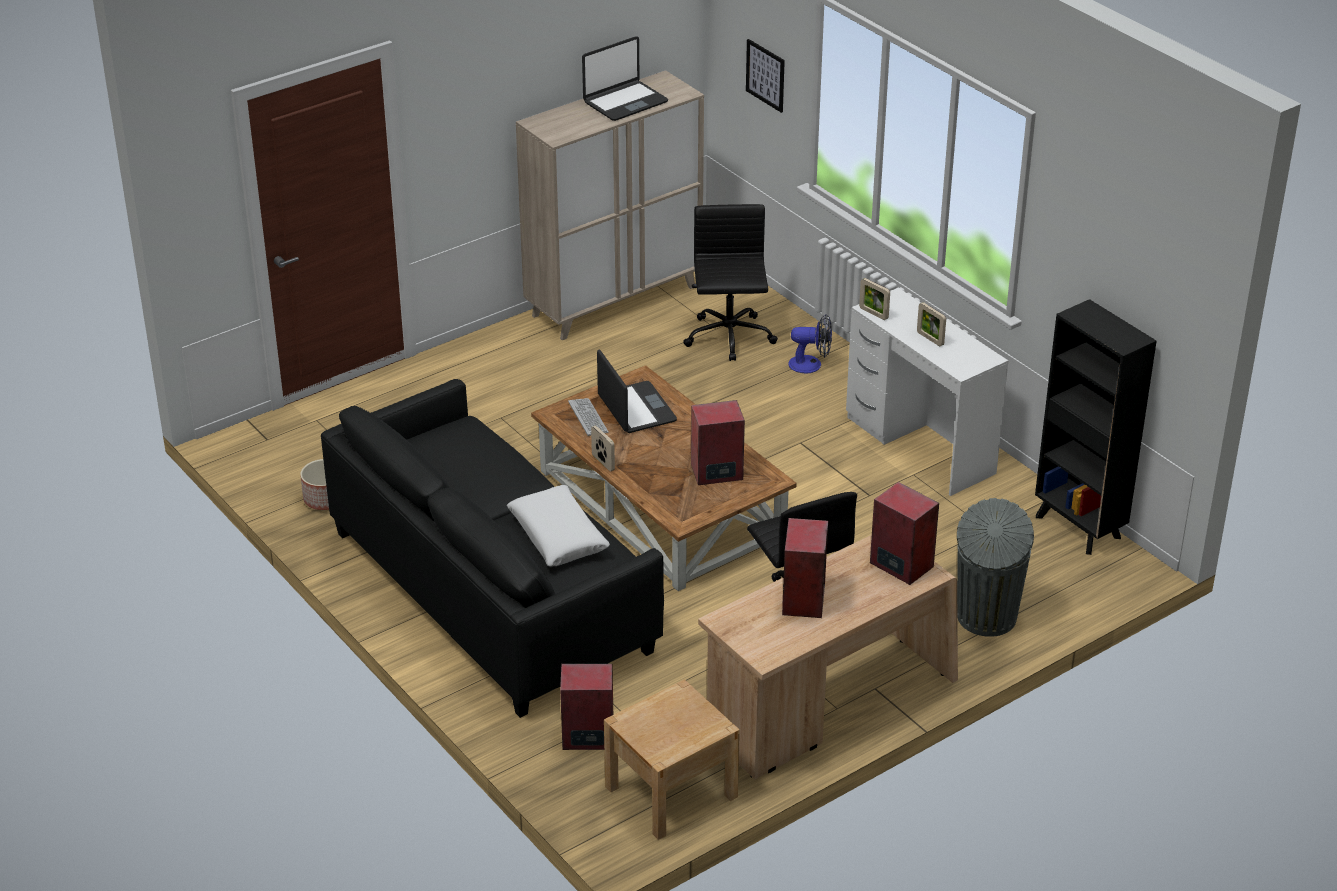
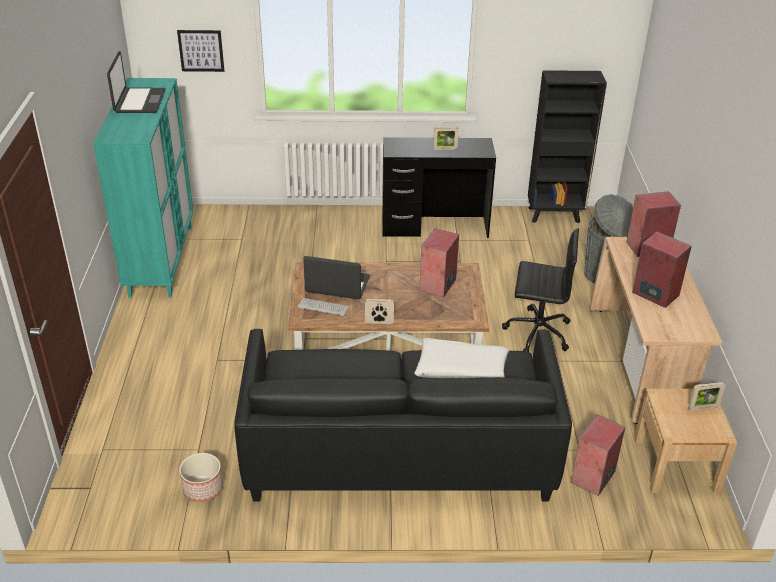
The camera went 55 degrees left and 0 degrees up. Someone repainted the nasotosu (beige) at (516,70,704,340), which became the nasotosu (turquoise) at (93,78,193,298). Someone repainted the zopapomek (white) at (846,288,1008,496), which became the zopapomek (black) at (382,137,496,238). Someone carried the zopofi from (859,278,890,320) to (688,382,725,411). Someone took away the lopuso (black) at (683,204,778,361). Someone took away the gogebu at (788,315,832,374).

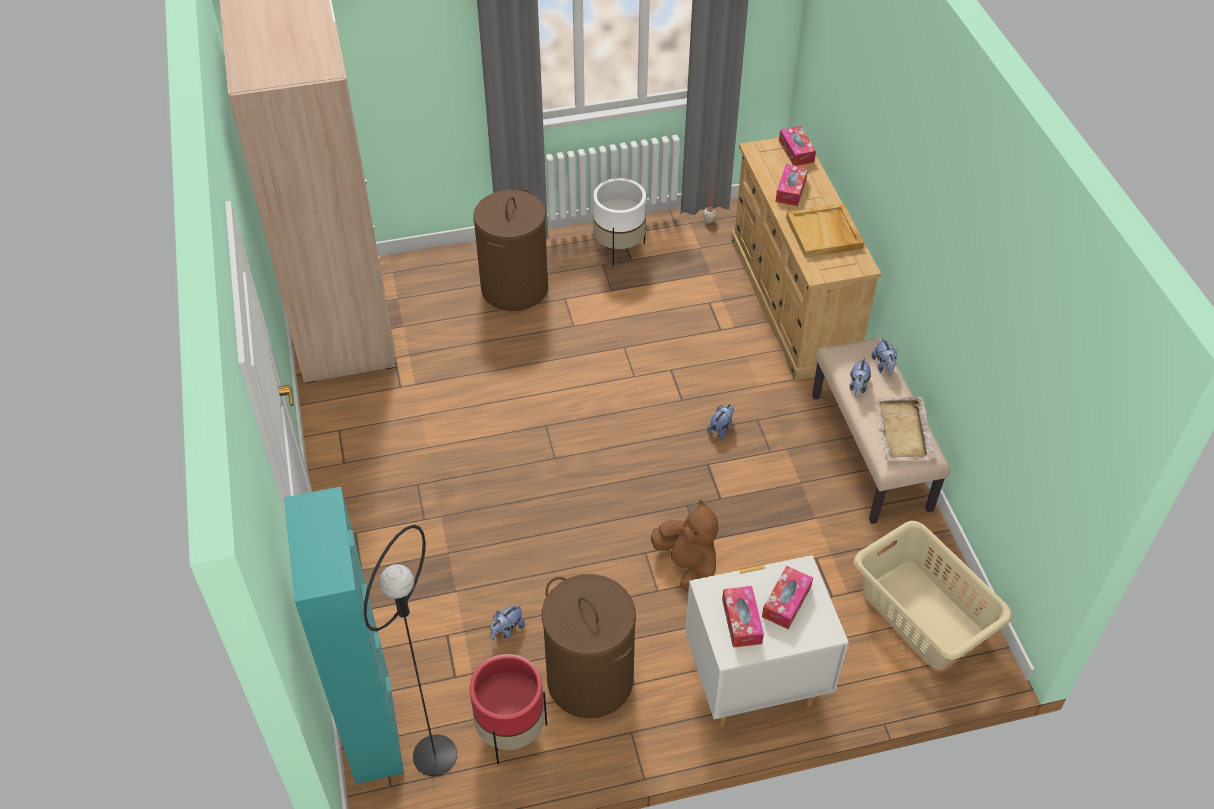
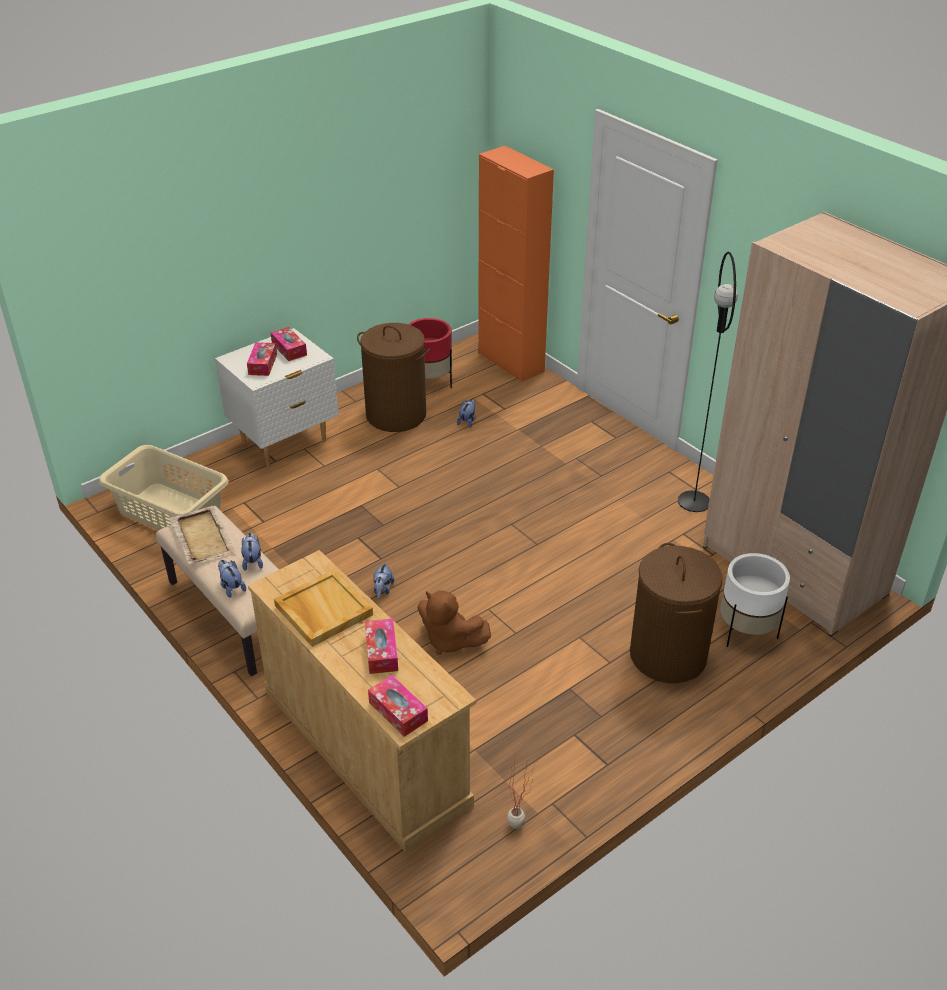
The camera went 155 degrees right and 10 degrees down. Someone carried the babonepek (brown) from (651,500,718,592) to (418,590,491,655). Someone repainted the nasotosu (turquoise) at (284,487,404,784), which became the nasotosu (orange) at (478,146,554,382). Someone carried the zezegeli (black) from (364,525,457,776) to (678,252,738,512). Someone carried the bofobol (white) from (593,178,646,267) to (720,553,790,647).

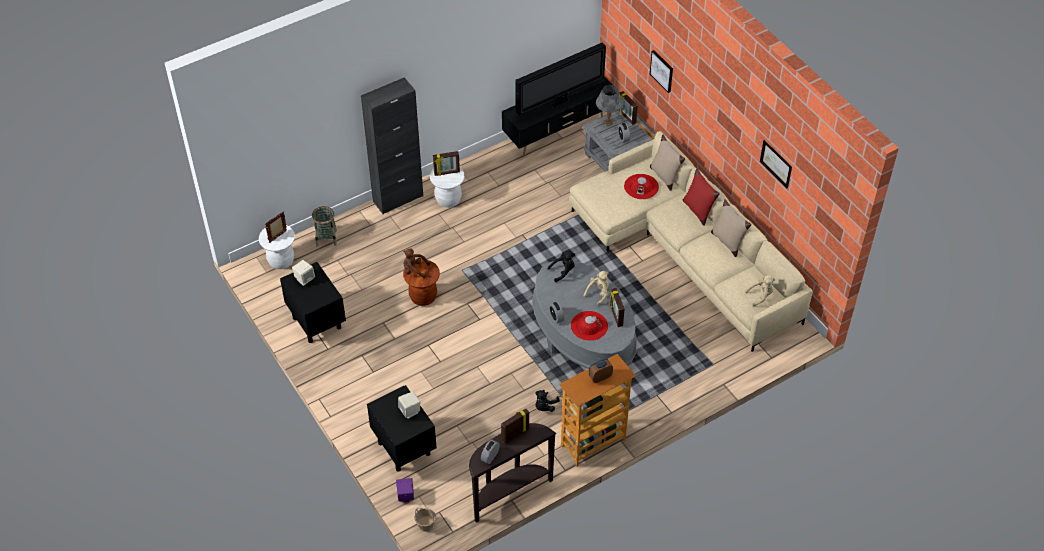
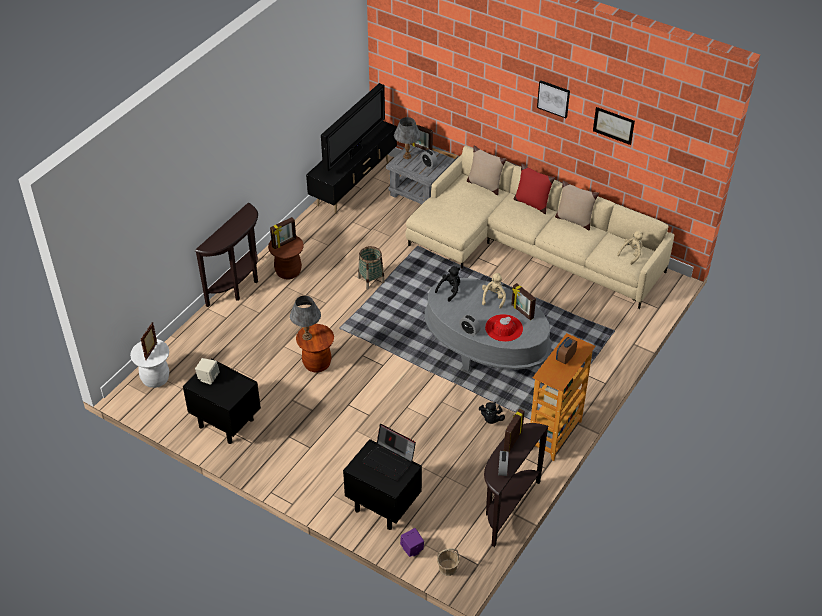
The camera went 25 degrees left and 5 degrees down. Someone swapped the nasotosu (black) at (361,77,423,214) for the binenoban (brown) at (195,203,258,307). Someone repainted the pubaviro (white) at (430,168,464,208), which became the pubaviro (brown) at (268,236,304,280). Someone swapped the babonepek (brown) at (404,248,430,278) for the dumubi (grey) at (290,296,321,340). Someone carried the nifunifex from (312,206,337,247) to (358,246,385,290). Someone swapped the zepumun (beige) at (398,392,420,419) for the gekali at (362,424,416,481). Someone carried the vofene from (650,50,673,93) to (537,80,570,118). Someone took away the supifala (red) at (624,174,659,199).

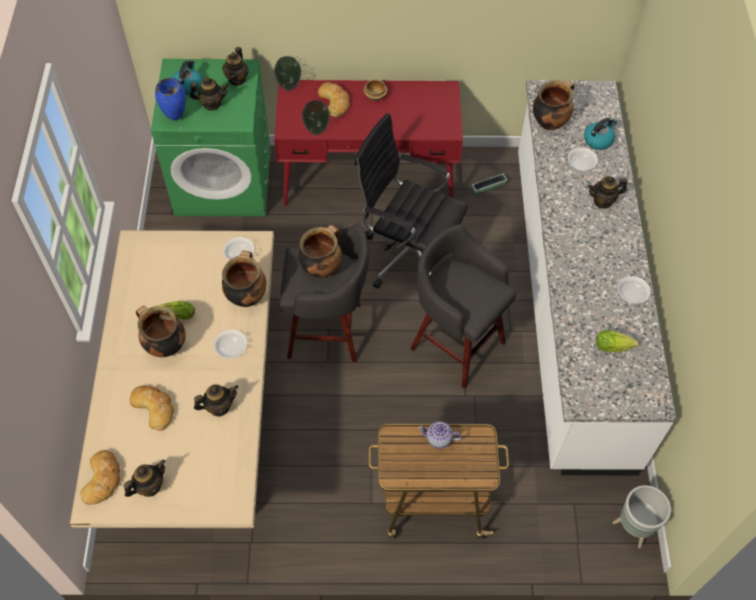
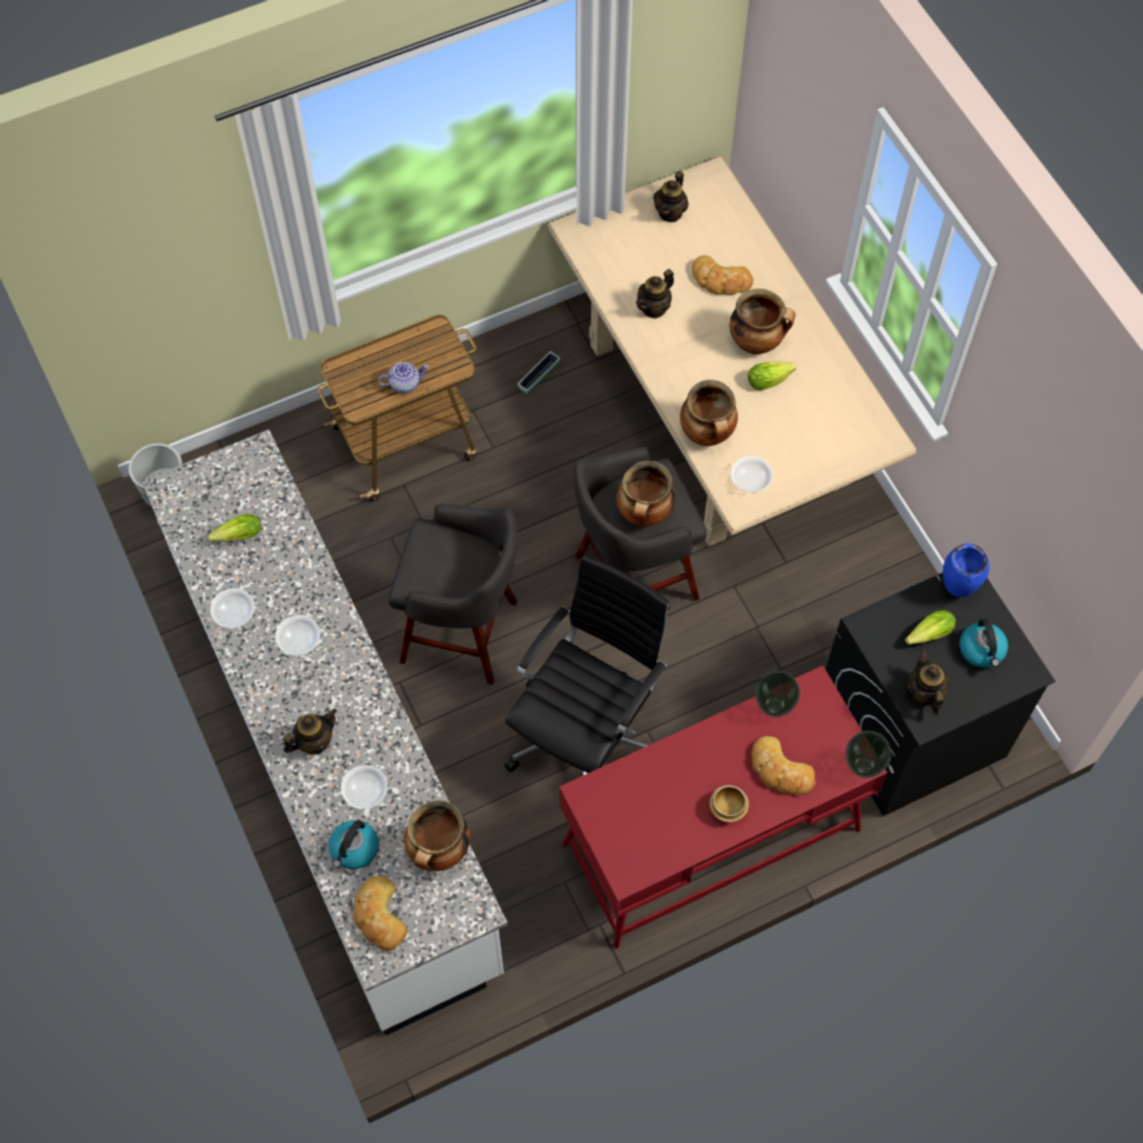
The camera went 155 degrees right and 5 degrees up. Someone carried the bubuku from (214,330,247,358) to (275,615,320,656). Someone carried the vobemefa from (80,450,120,505) to (353,876,407,951). Someone rotated the lopuso (black) at (355,113,468,288) by 60 degrees counterclockwise. Someone carried the bofobol from (472,174,507,195) to (518,351,560,395). Someone repainted the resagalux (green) at (151,59,270,216), which became the resagalux (black) at (825,573,1055,816). Someone swapped the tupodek at (190,77,229,110) for the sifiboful at (905,610,956,645).

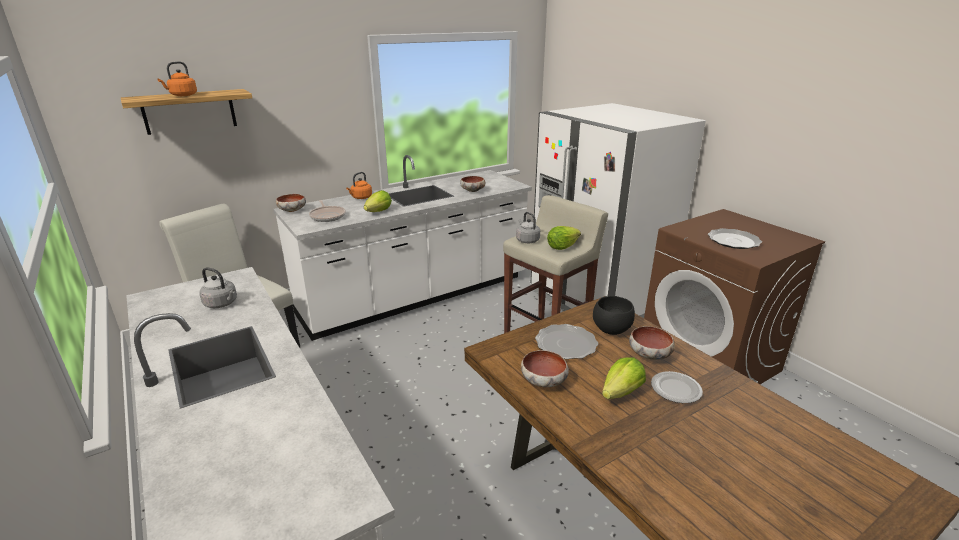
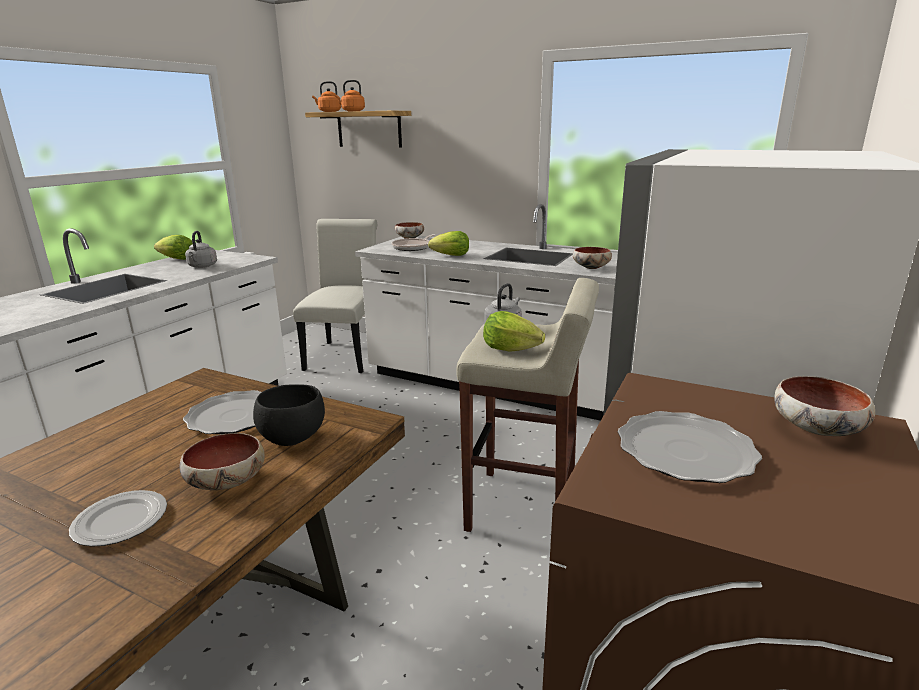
The camera went 60 degrees right and 5 degrees down. Someone carried the sifiboful from (602,357,646,399) to (154,235,193,260). Someone carried the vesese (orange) from (346,172,372,199) to (312,81,341,112). Someone carried the bubuku from (521,350,569,387) to (774,376,875,436).

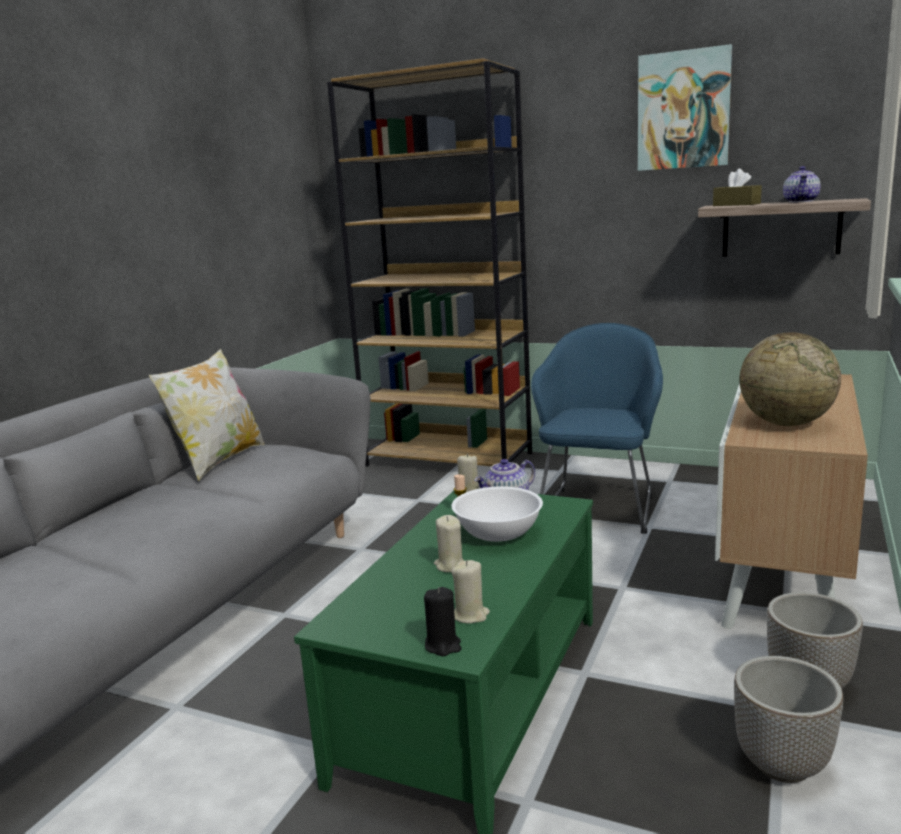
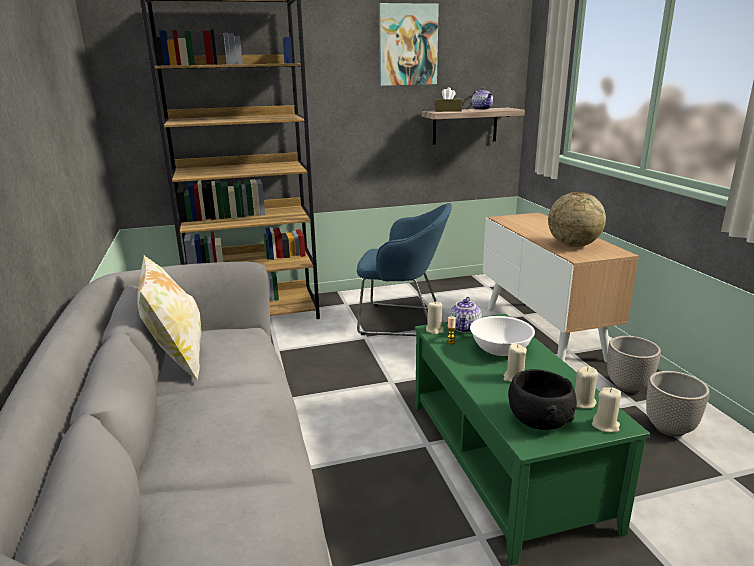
The camera went 40 degrees left and 5 degrees up. Someone rotated the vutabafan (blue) at (531,323,663,534) by 120 degrees clockwise. Someone put down the bubuku (black) at (508,369,577,430). Someone repainted the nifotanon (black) at (424,587,461,656), which became the nifotanon (beige) at (592,387,621,432).

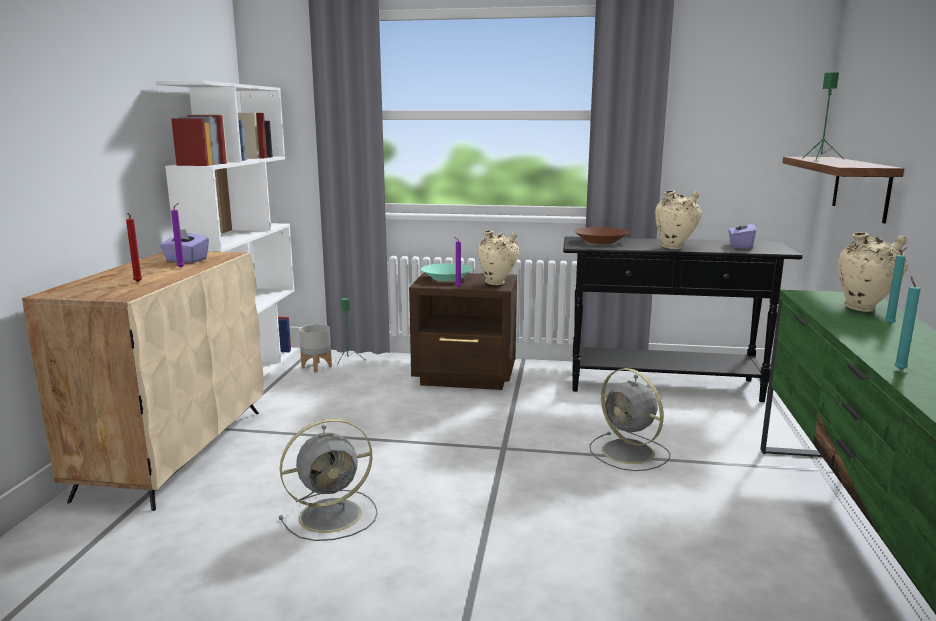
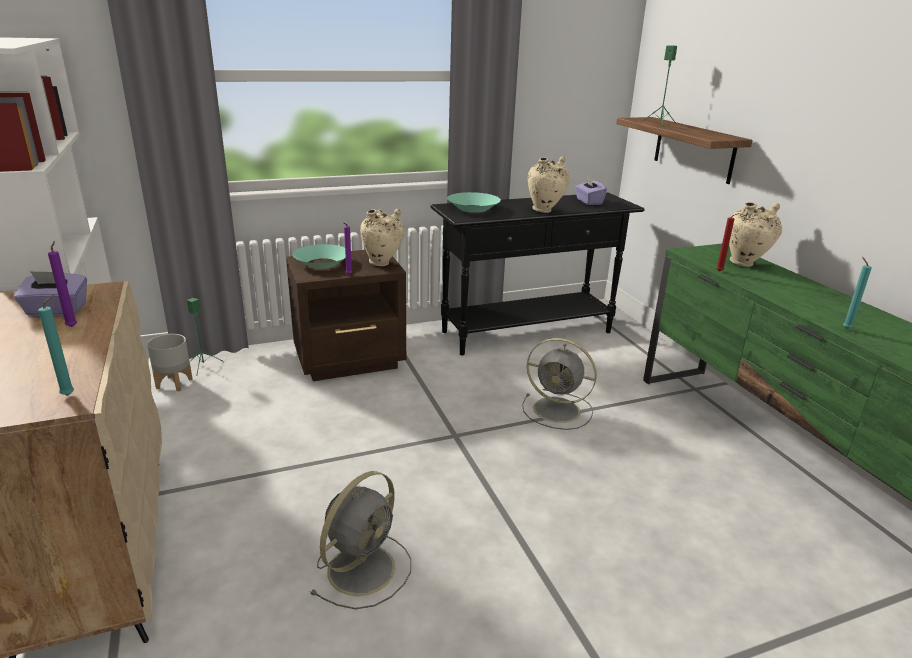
The camera went 30 degrees left and 10 degrees up. Someone carried the nifotanon (turquoise) from (885,247,907,324) to (38,295,74,396). Someone repainted the bubuku (brown) at (574,227,629,244), which became the bubuku (turquoise) at (447,192,501,213). Someone carried the nifotanon (red) from (126,213,142,282) to (716,213,739,271).

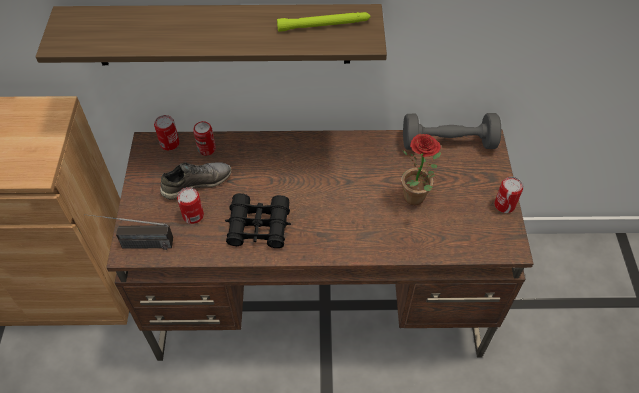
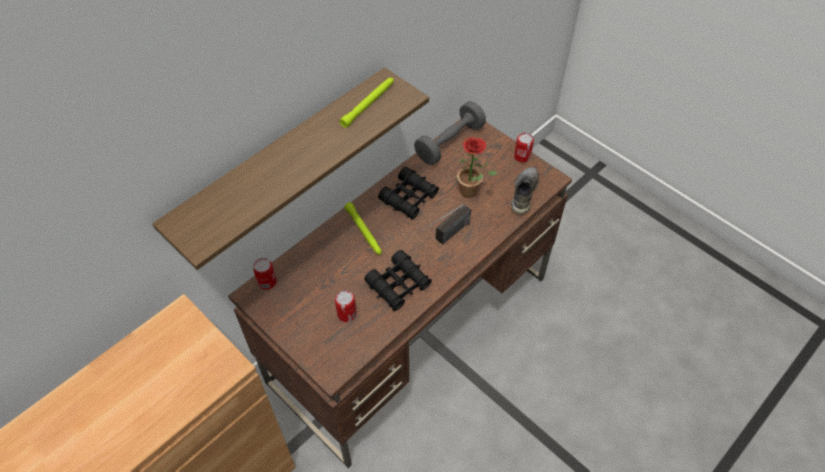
The camera went 45 degrees left and 0 degrees up. Someone put down the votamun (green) at (345,202,382,255). Someone put down the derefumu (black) at (378,167,439,220). Someone carried the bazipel from (84,214,173,250) to (421,204,471,245). Someone carried the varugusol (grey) from (160,162,232,200) to (511,167,539,214). Someone took away the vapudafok at (193,121,216,156).

